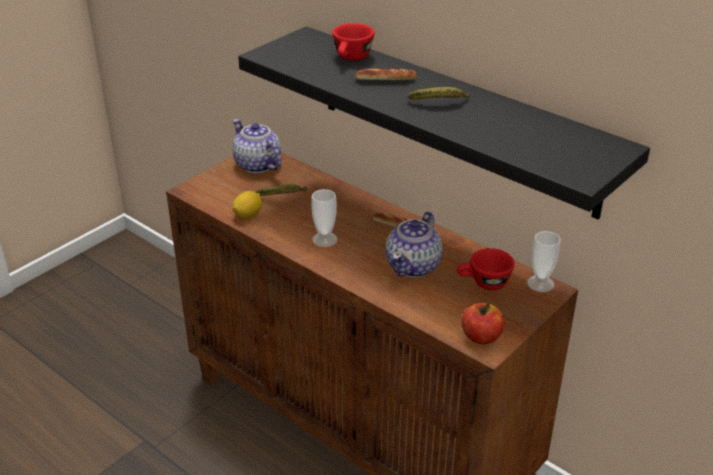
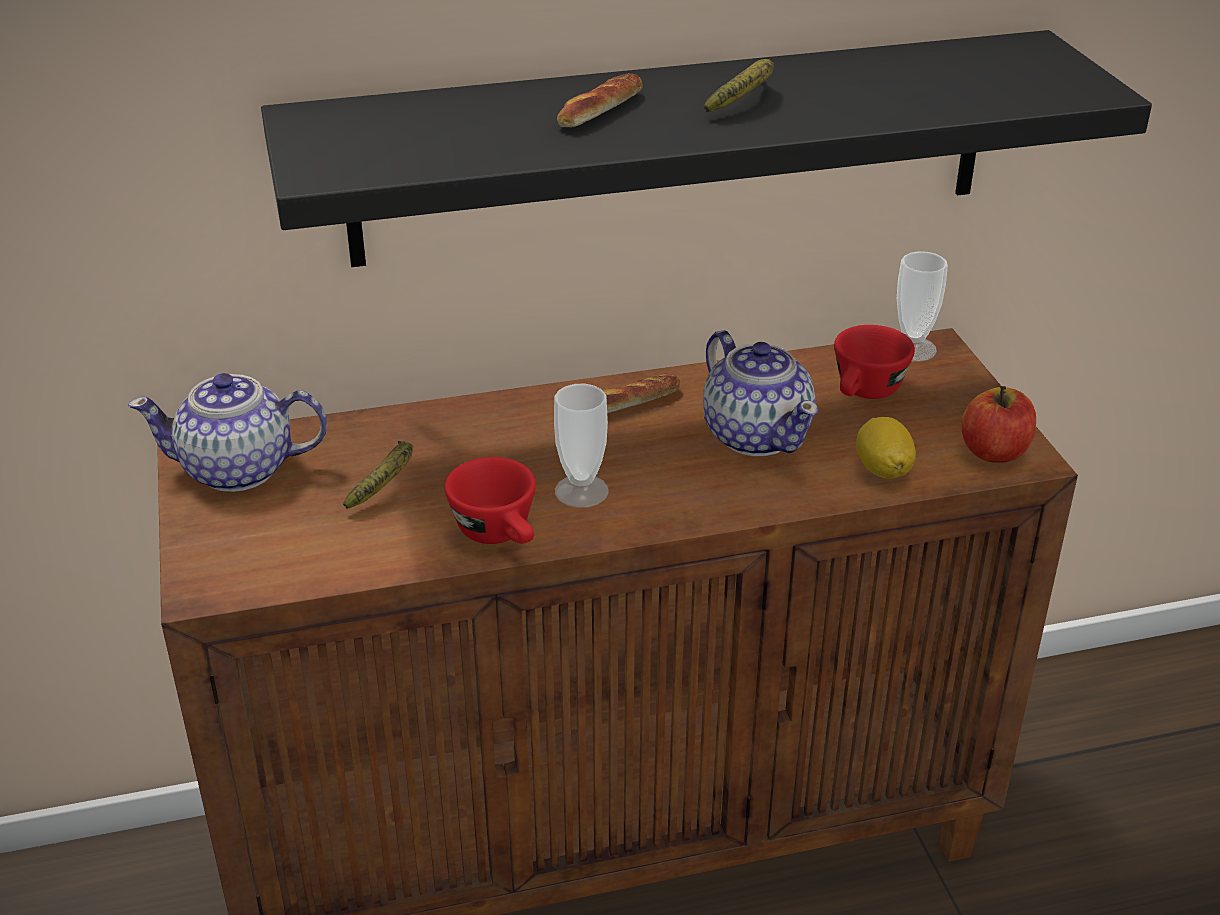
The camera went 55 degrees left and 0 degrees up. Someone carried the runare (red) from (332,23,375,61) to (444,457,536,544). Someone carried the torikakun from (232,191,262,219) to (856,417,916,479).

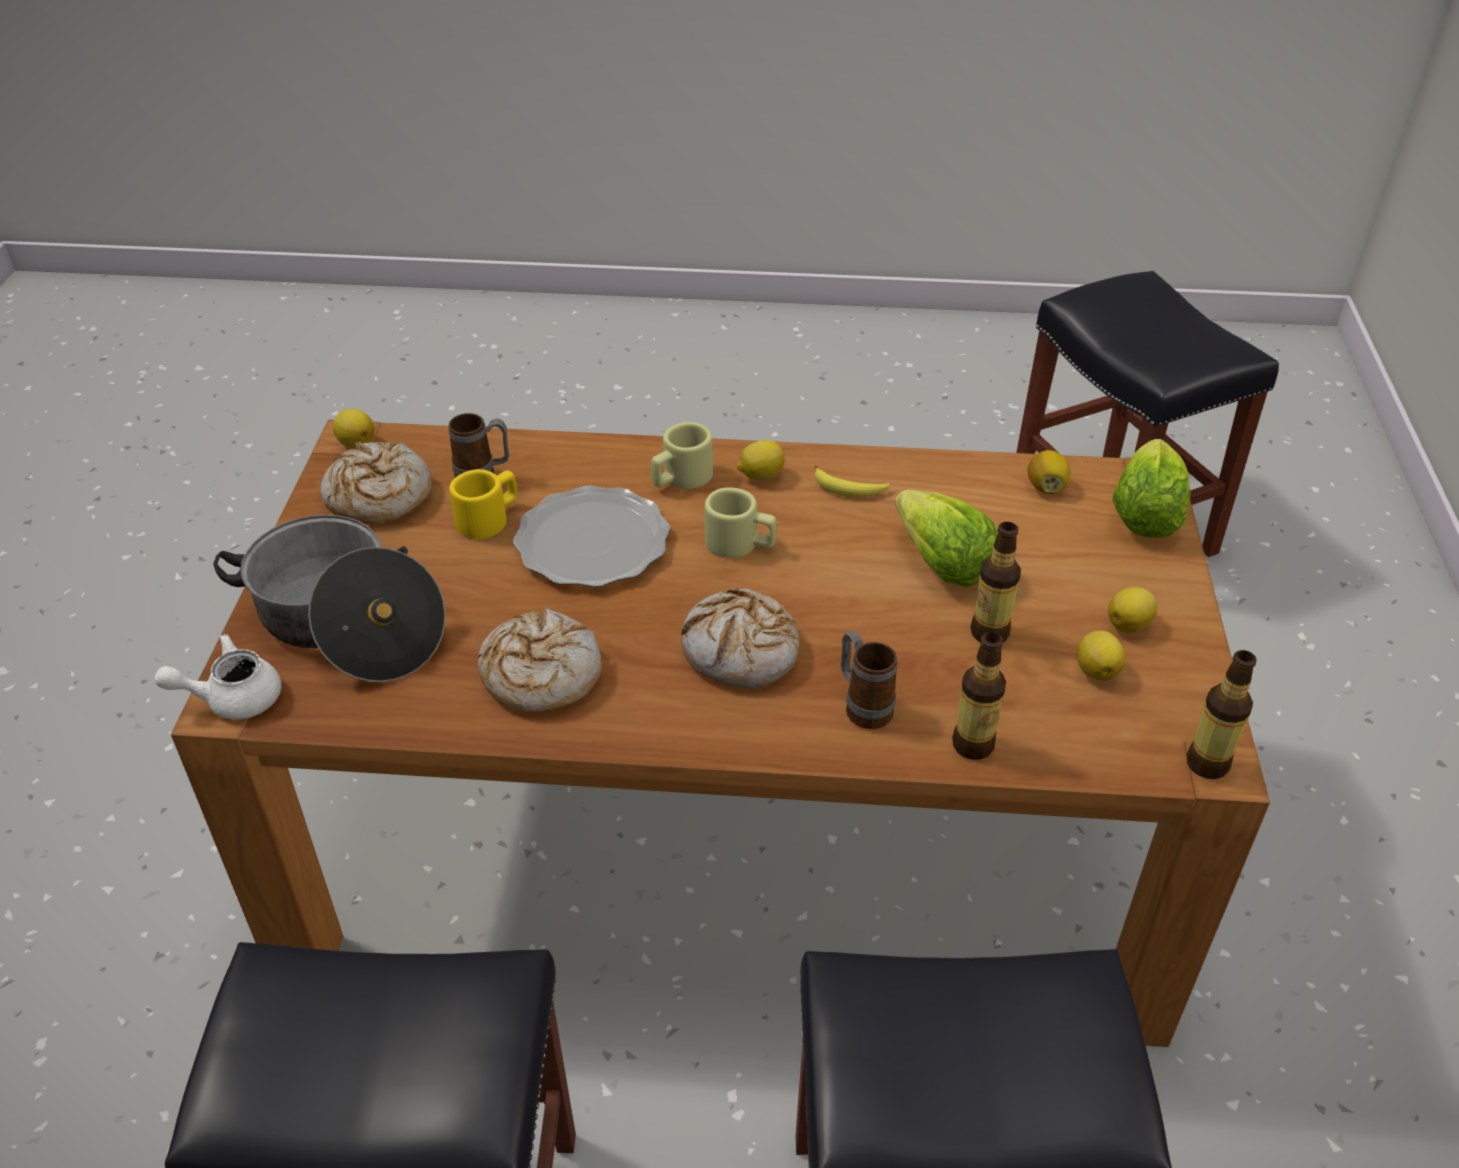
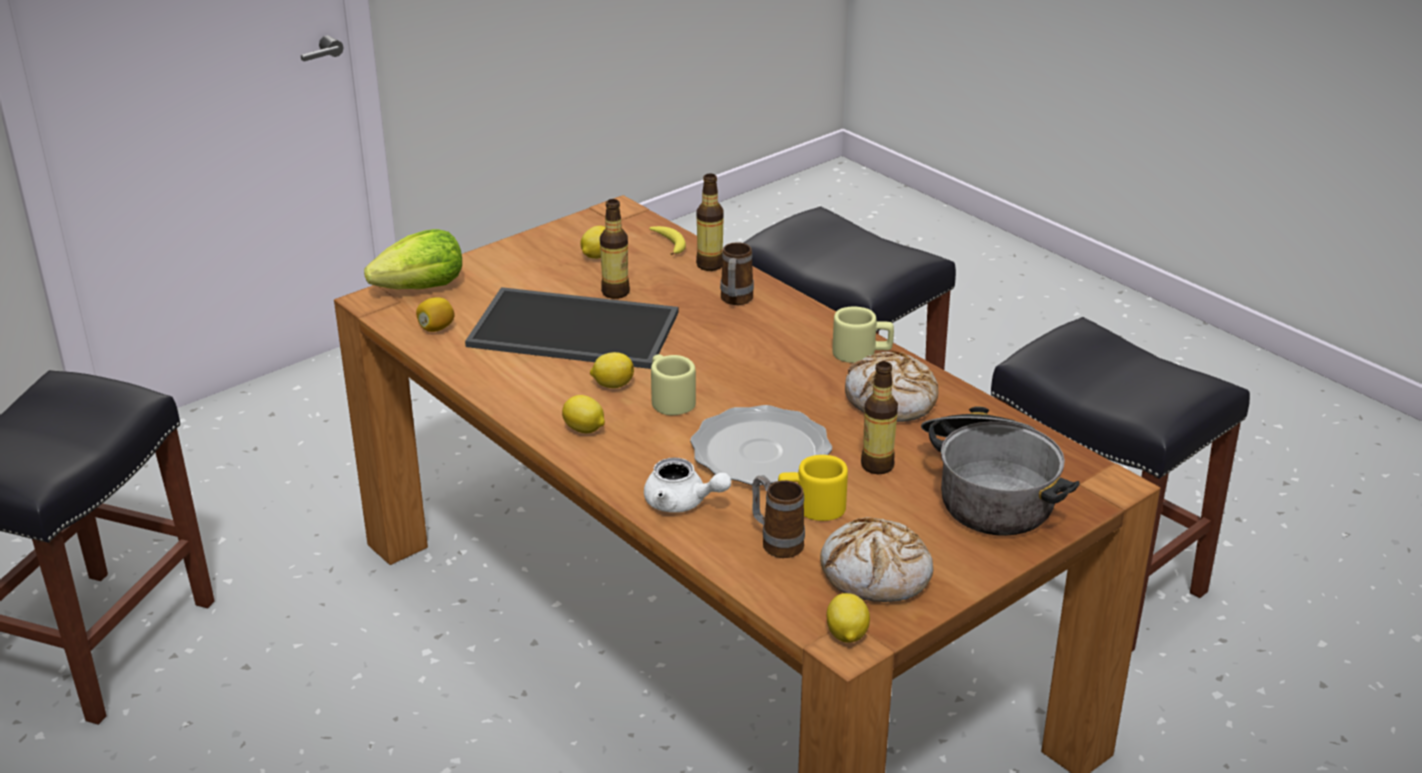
The camera went 135 degrees left and 10 degrees down. Someone swapped the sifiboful at (895,489,997,587) for the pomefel at (465,287,679,369). Someone carried the torikakun from (1108,587,1157,633) to (590,352,634,388). Someone carried the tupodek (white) from (154,634,281,719) to (644,458,731,513). Someone carried the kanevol from (815,465,890,497) to (649,226,686,255). Someone carried the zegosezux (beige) from (651,422,713,489) to (832,307,894,363). Someone carried the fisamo from (1187,650,1257,779) to (861,361,898,475). Someone took away the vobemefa at (681,588,800,688).

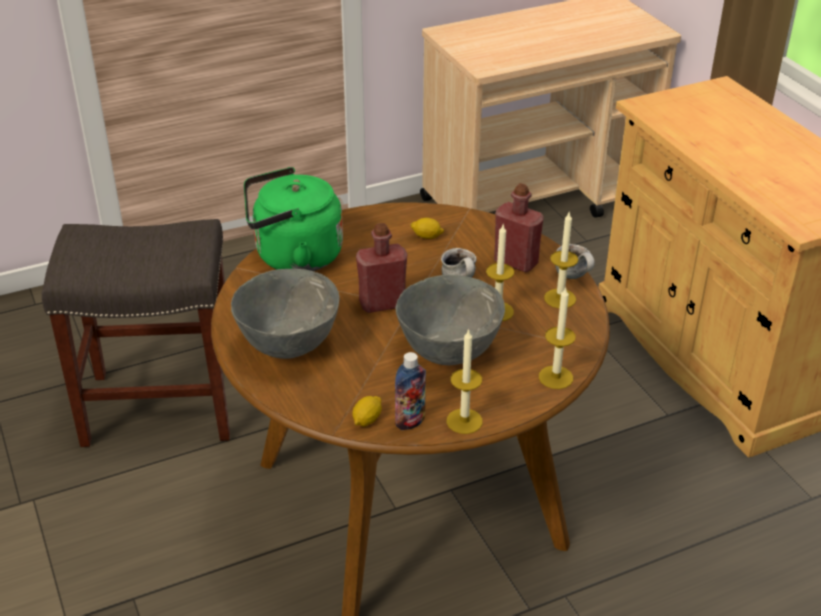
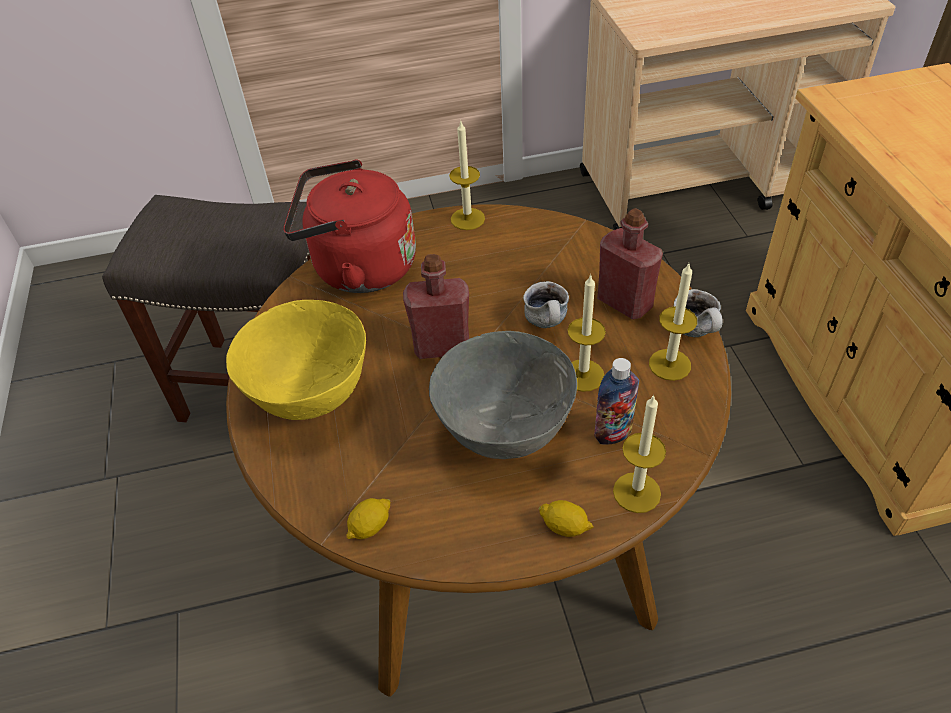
The camera went 15 degrees right and 10 degrees up. Someone repainted the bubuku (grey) at (231,269,340,359), which became the bubuku (yellow) at (226,300,366,420). Someone repainted the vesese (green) at (244,167,343,271), which became the vesese (red) at (283,160,416,293). Someone carried the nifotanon from (446,329,483,434) to (449,122,485,230). Someone carried the torikakun from (410,218,444,239) to (538,500,594,537). Someone carried the fisamo from (395,352,426,430) to (594,358,639,445).

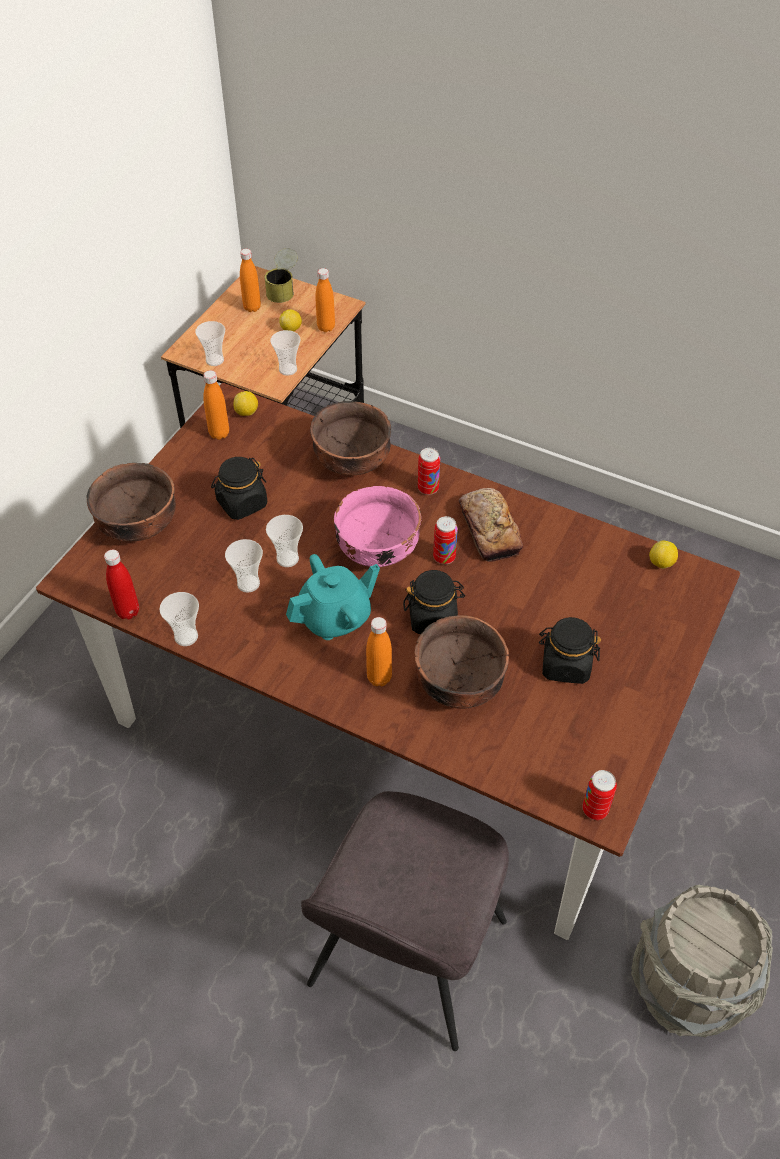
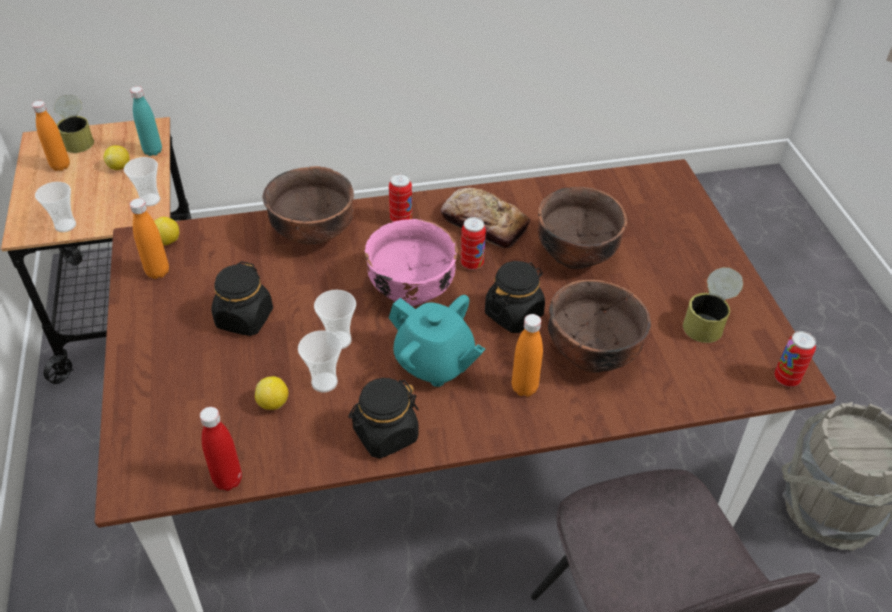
The camera went 40 degrees left and 5 degrees down. Someone repainted the fisamo (orange) at (315,268,335,332), which became the fisamo (turquoise) at (130,86,162,156). Someone carried the torikakun from (649,540,678,569) to (255,376,288,410). Someone carried the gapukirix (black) from (539,617,601,684) to (348,378,419,459). Someone rotated the tupodek (turquoise) at (286,554,380,640) by 105 degrees clockwise. Someone carried the bubuku (brown) from (87,463,176,541) to (537,187,627,269). Someone put down the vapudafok at (683,267,743,343). Someone took away the runare at (159,592,199,646).

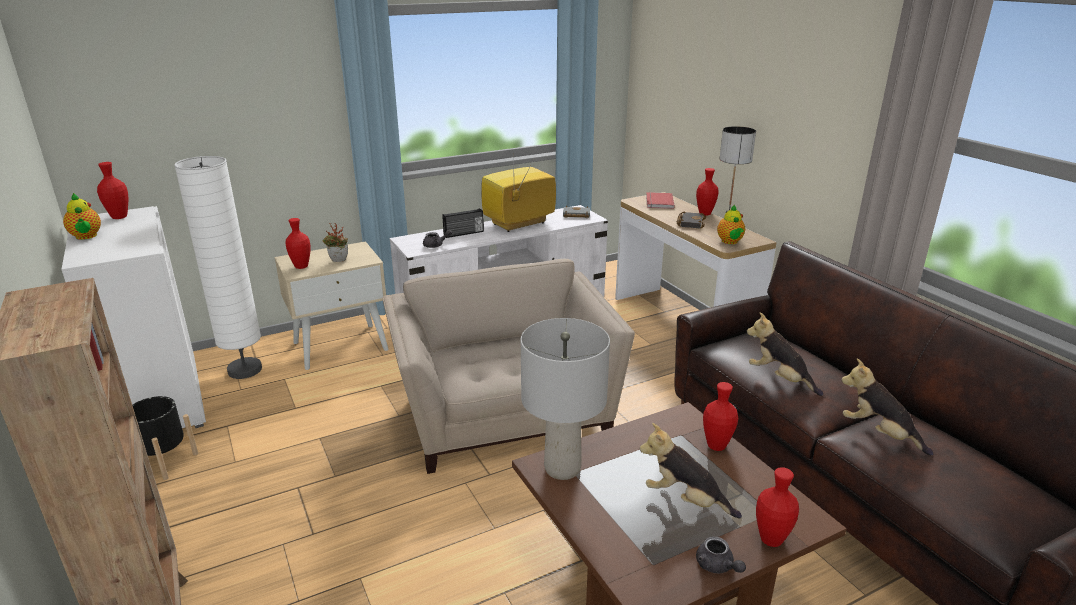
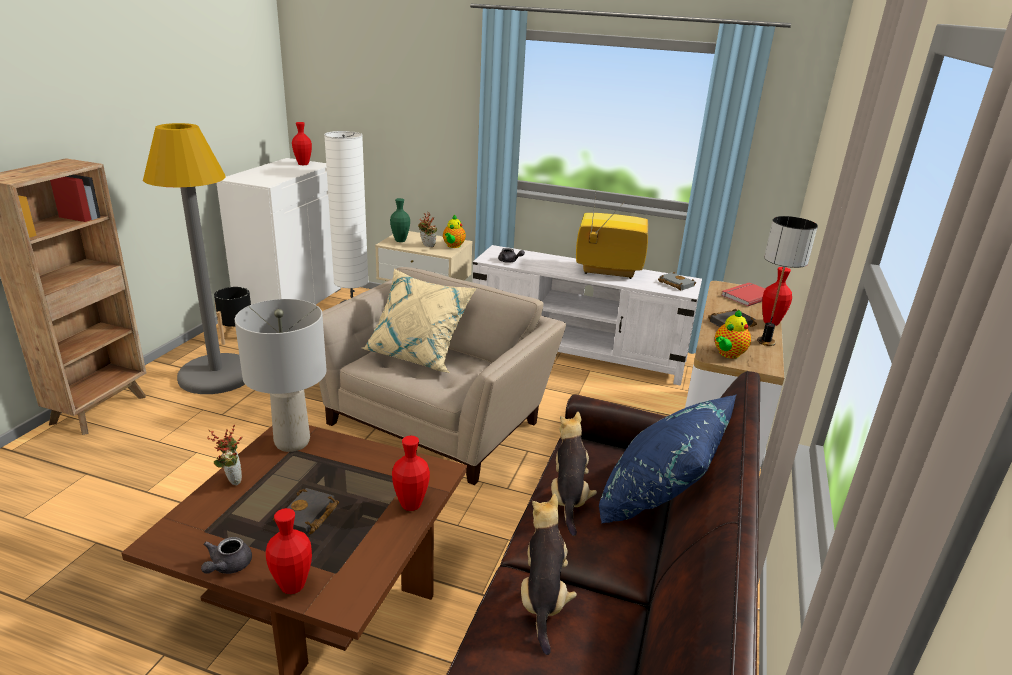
The camera went 45 degrees right and 0 degrees up. Someone put down the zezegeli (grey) at (143,123,245,394). Someone put down the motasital at (207,425,242,486). Someone swapped the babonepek at (640,423,742,518) for the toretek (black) at (273,488,339,535). Someone put down the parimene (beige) at (362,269,477,373). Someone repainted the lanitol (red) at (285,218,311,269), which became the lanitol (green) at (390,198,410,242). Someone carried the tupodek from (63,193,101,240) to (443,215,466,248). Someone put down the parimene (blue) at (599,394,737,524). Someone took away the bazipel at (442,208,484,238).

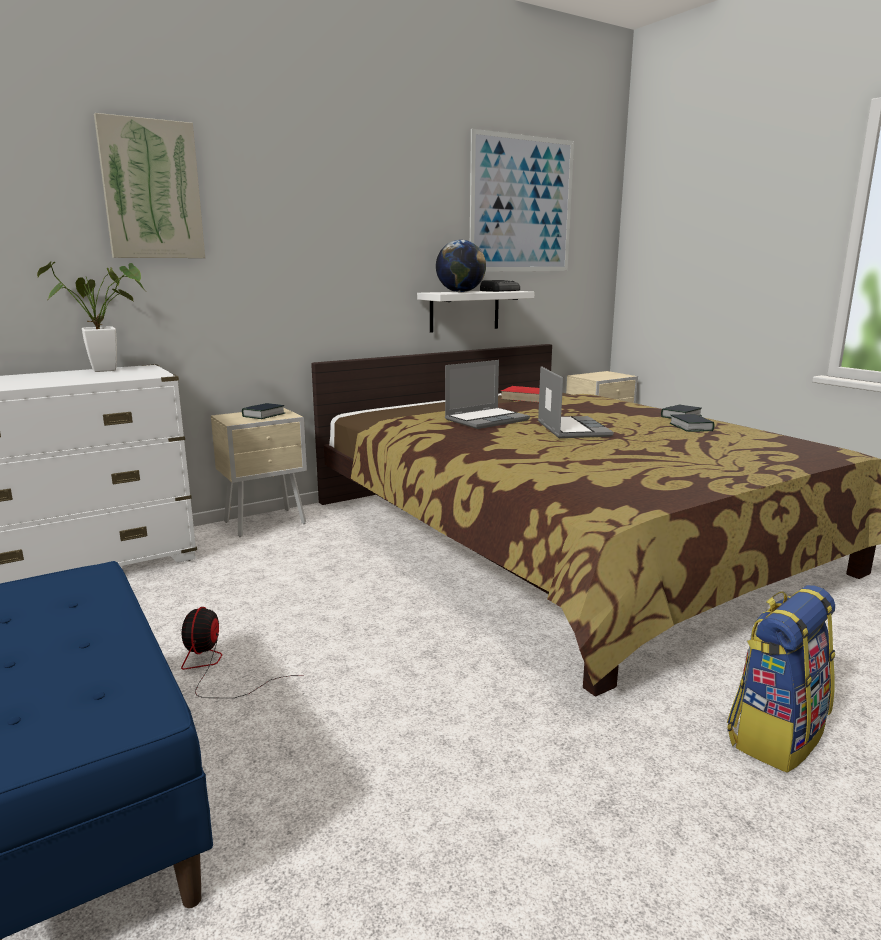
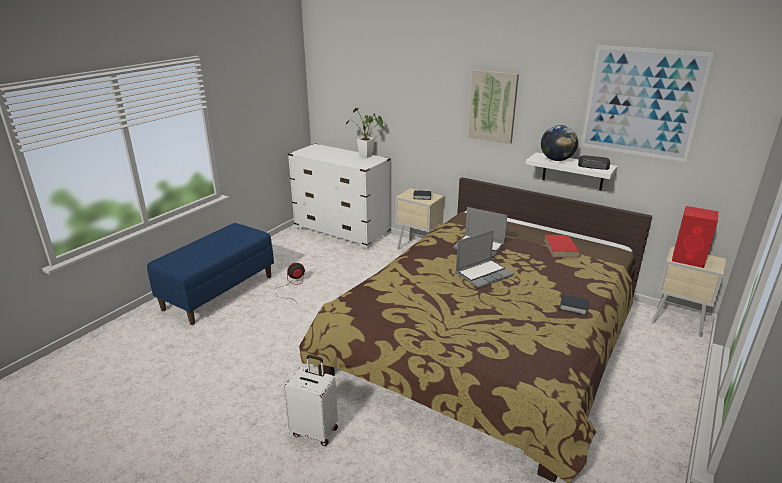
The camera went 65 degrees right and 10 degrees up. Someone swapped the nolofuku at (727,585,835,773) for the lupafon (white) at (284,355,338,446). Someone carried the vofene from (94,113,205,258) to (468,70,519,144). Someone put down the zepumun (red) at (672,206,718,268). Someone took away the toretek at (670,414,714,432).

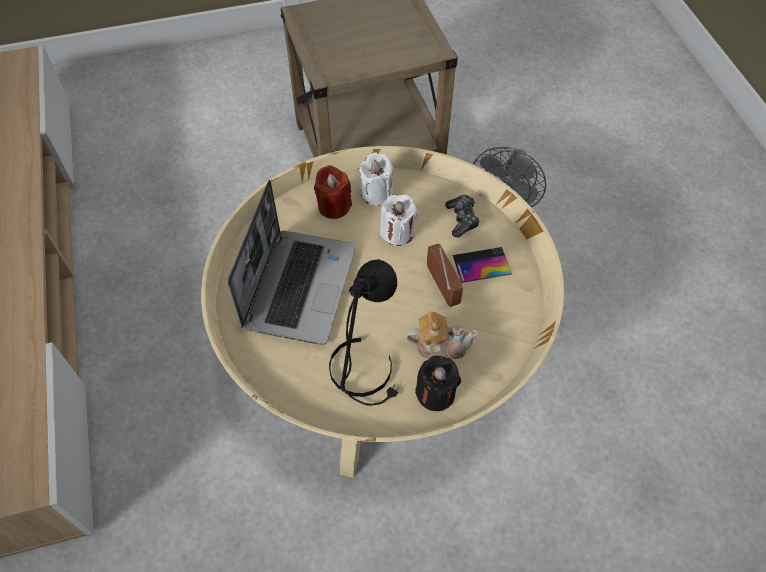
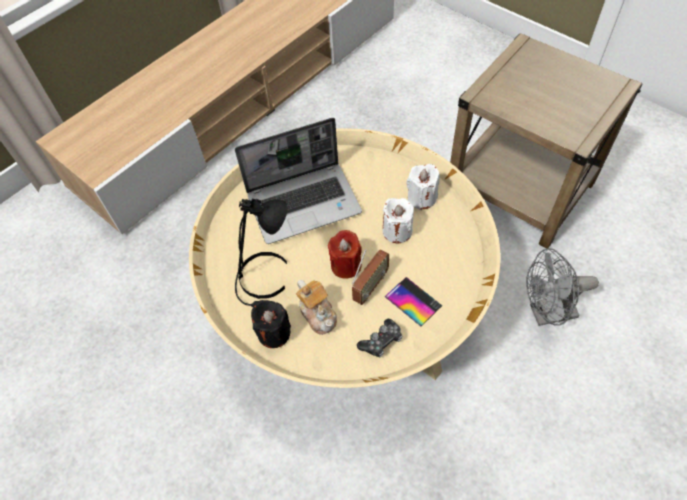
The camera went 60 degrees right and 0 degrees up. Someone carried the nifotanon (red) from (314,165,352,219) to (328,230,362,279). Someone carried the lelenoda from (445,195,480,237) to (357,319,402,357).

